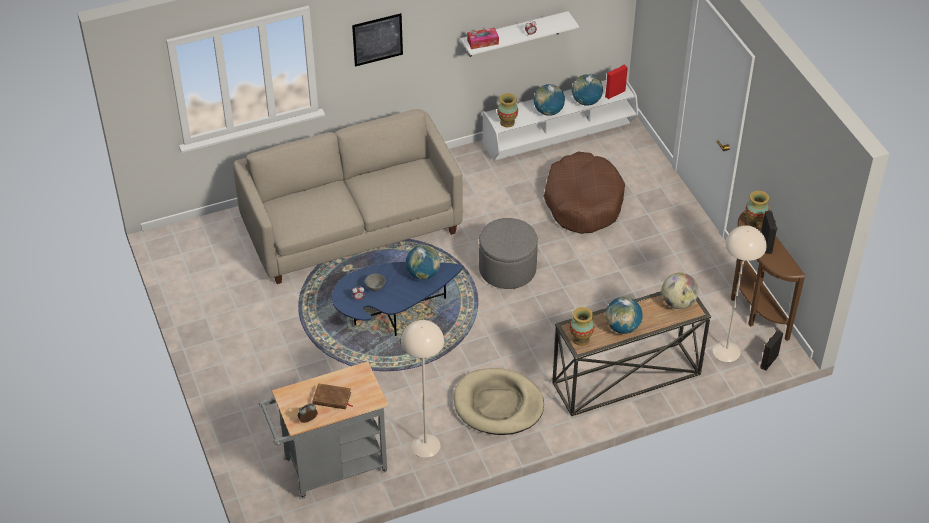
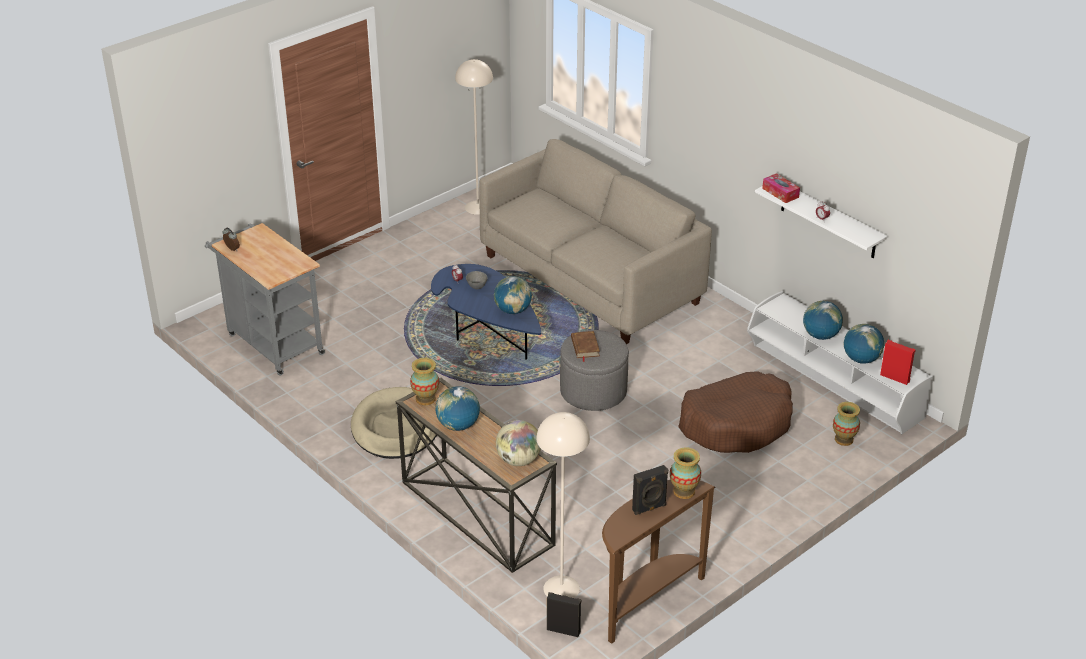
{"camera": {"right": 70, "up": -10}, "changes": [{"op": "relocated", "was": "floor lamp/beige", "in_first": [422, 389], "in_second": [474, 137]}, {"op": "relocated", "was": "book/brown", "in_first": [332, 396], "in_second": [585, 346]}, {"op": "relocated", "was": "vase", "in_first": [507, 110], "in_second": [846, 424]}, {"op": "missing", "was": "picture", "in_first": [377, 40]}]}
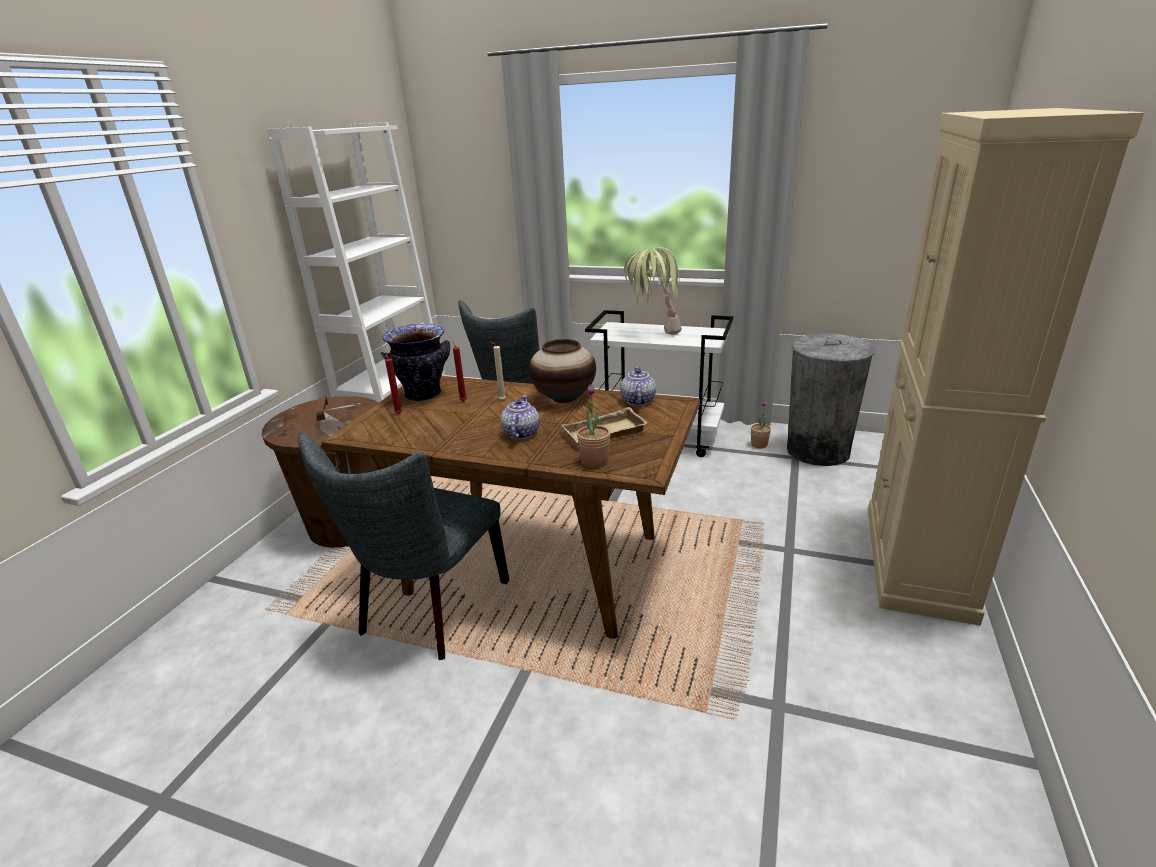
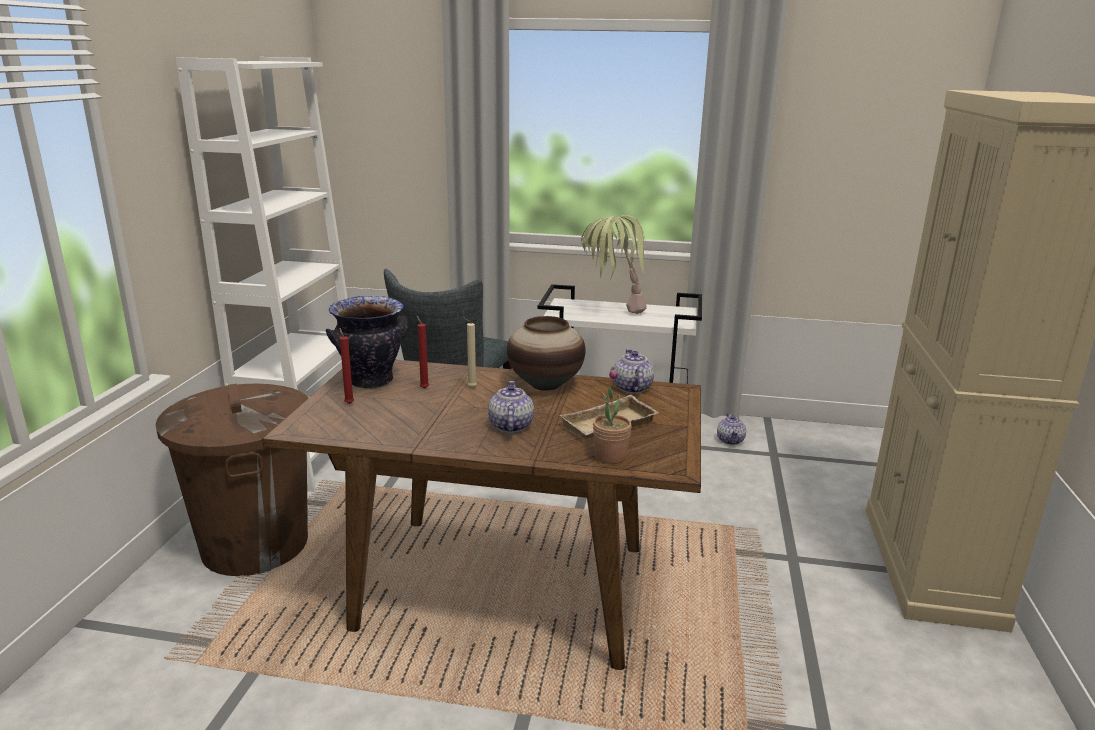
{"camera": {"right": -10, "up": -5}, "changes": [{"op": "exchanged", "was": "potted plant", "now": "teapot", "in_first": [761, 425], "in_second": [731, 429]}, {"op": "missing", "was": "chair/grey", "in_first": [403, 546]}, {"op": "missing", "was": "trash can/grey", "in_first": [831, 399]}]}
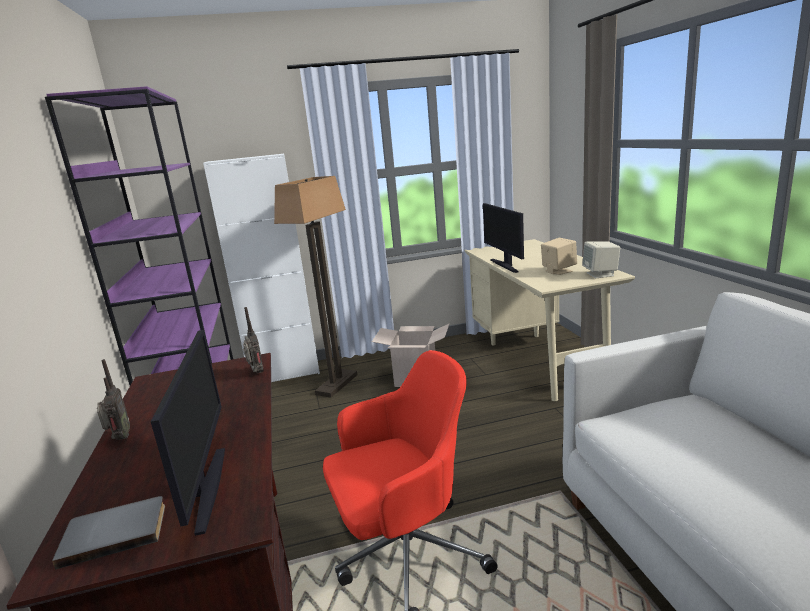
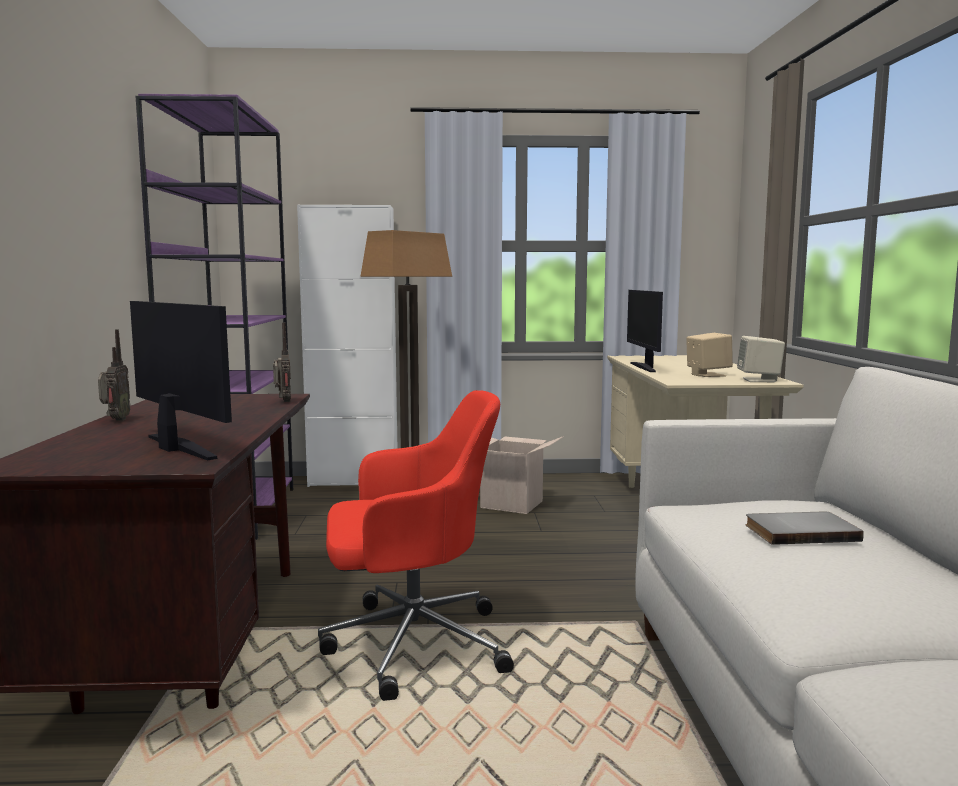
{"camera": {"right": 10, "up": -10}, "changes": [{"op": "spun", "was": "monitor", "in_first": [188, 433], "in_second": [181, 380], "clockwise": -45}, {"op": "relocated", "was": "book/grey", "in_first": [108, 532], "in_second": [804, 528]}]}
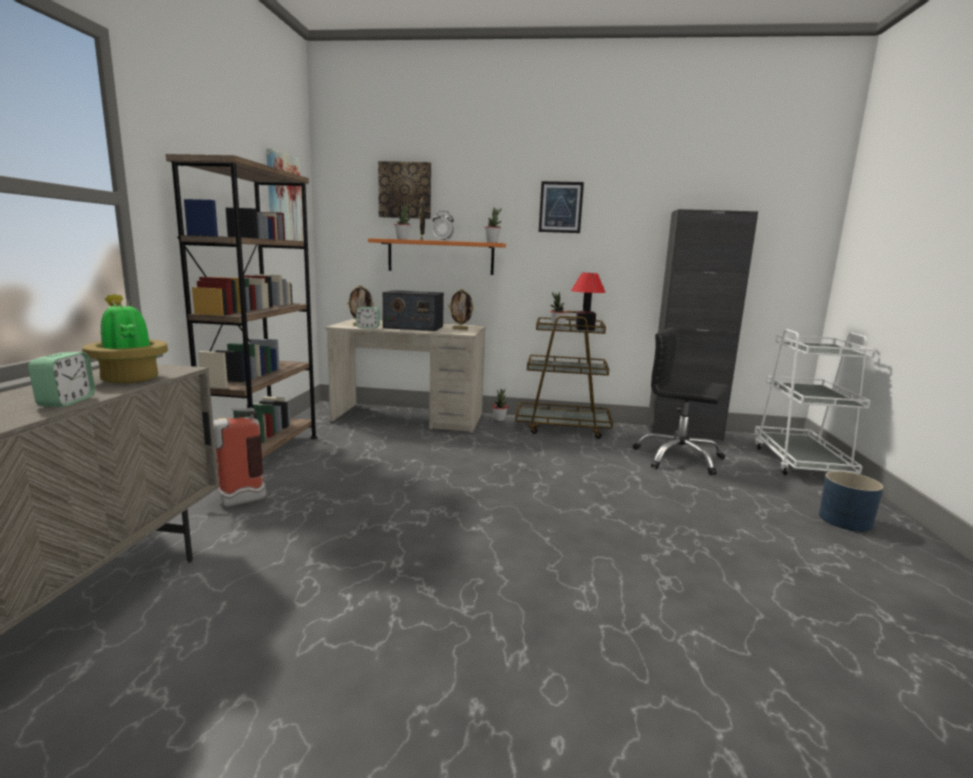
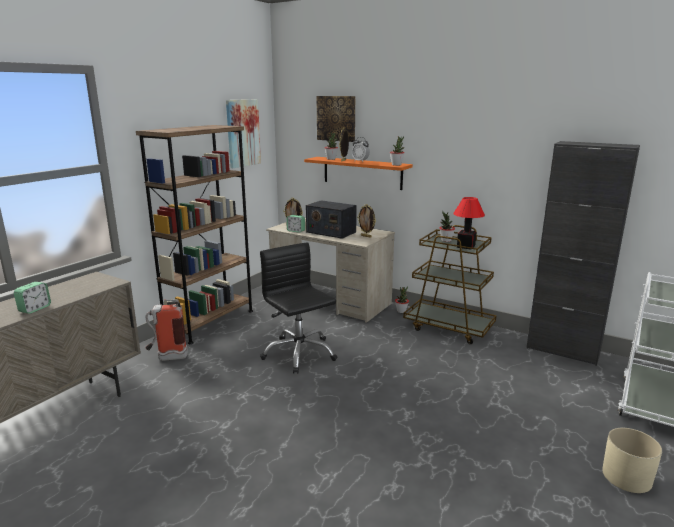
{"camera": {"right": 25, "up": 5}, "changes": [{"op": "relocated", "was": "office chair/black", "in_first": [680, 401], "in_second": [298, 308]}, {"op": "colour", "was": "planter/blue", "now": "planter/beige", "in_first": [851, 501], "in_second": [632, 460]}, {"op": "missing", "was": "potted plant", "in_first": [125, 338]}, {"op": "missing", "was": "picture", "in_first": [561, 207]}]}
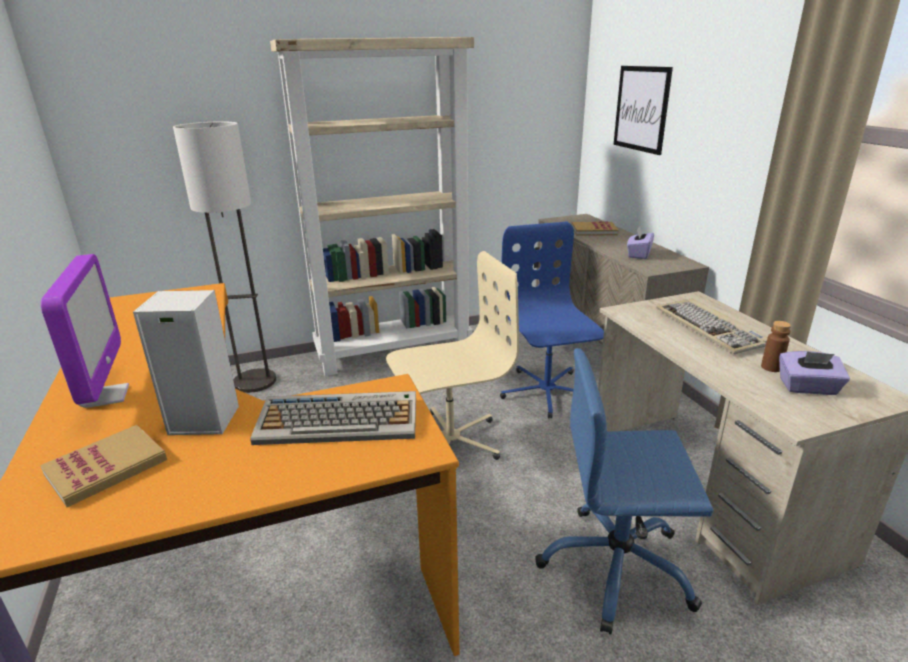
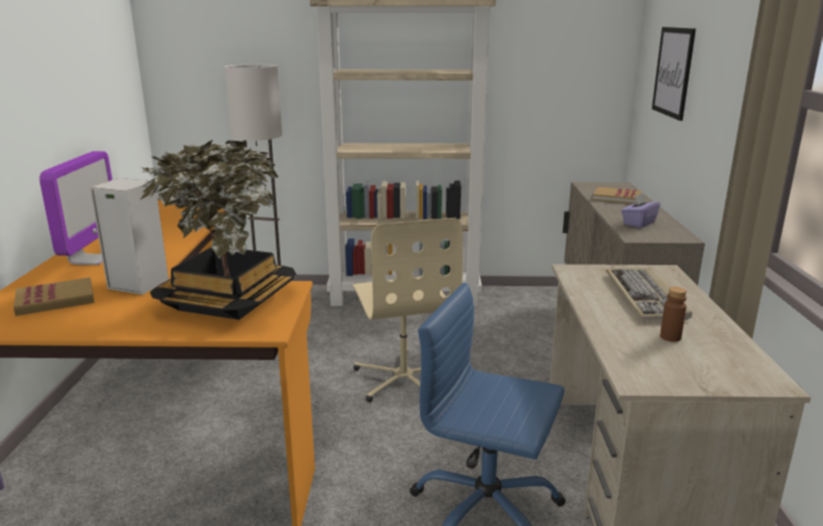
{"camera": {"right": 20, "up": -5}, "changes": [{"op": "exchanged", "was": "keyboard", "now": "potted plant", "in_first": [333, 418], "in_second": [218, 230]}, {"op": "spun", "was": "office chair/beige", "in_first": [452, 355], "in_second": [408, 310], "clockwise": 75}, {"op": "missing", "was": "office chair/blue", "in_first": [552, 319]}, {"op": "missing", "was": "tissue box/purple", "in_first": [814, 373]}]}
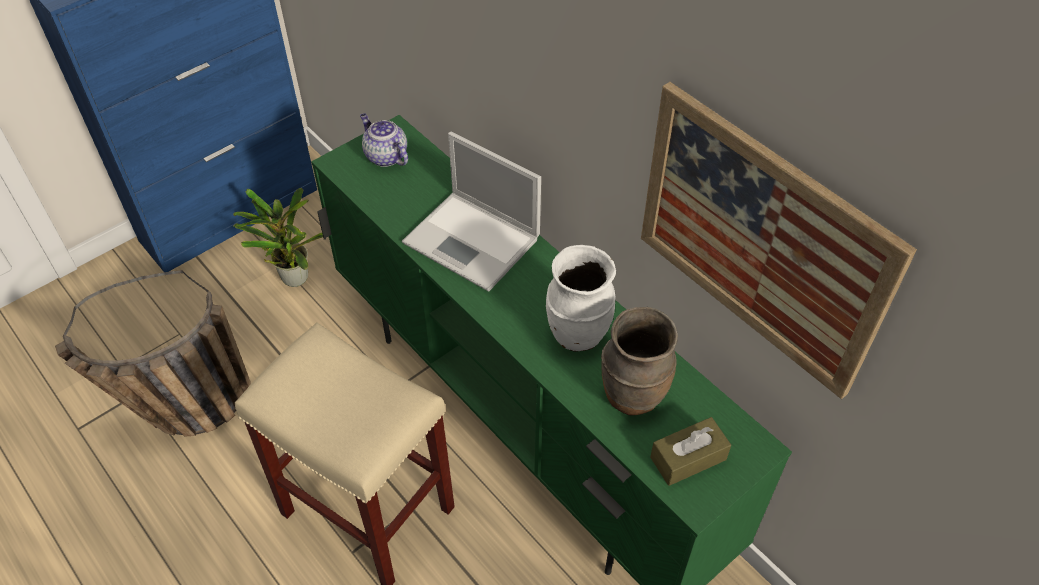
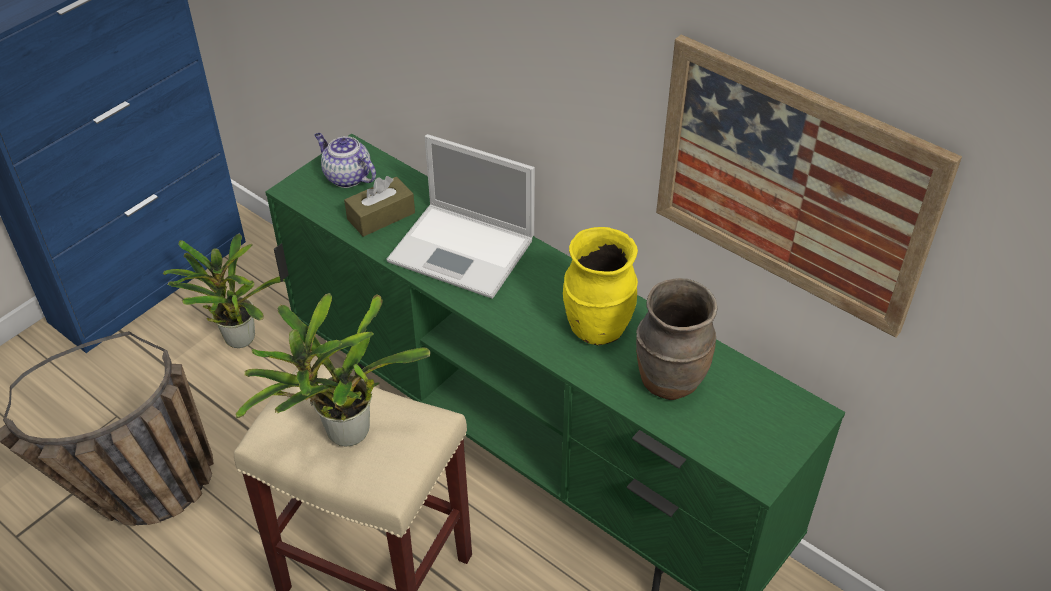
{"camera": {"right": -10, "up": -5}, "changes": [{"op": "appeared", "now": "potted plant", "in_second": [333, 370]}, {"op": "relocated", "was": "tissue box/brown", "in_first": [690, 451], "in_second": [379, 206]}, {"op": "colour", "was": "vase/white", "now": "vase/yellow", "in_first": [581, 298], "in_second": [600, 286]}]}
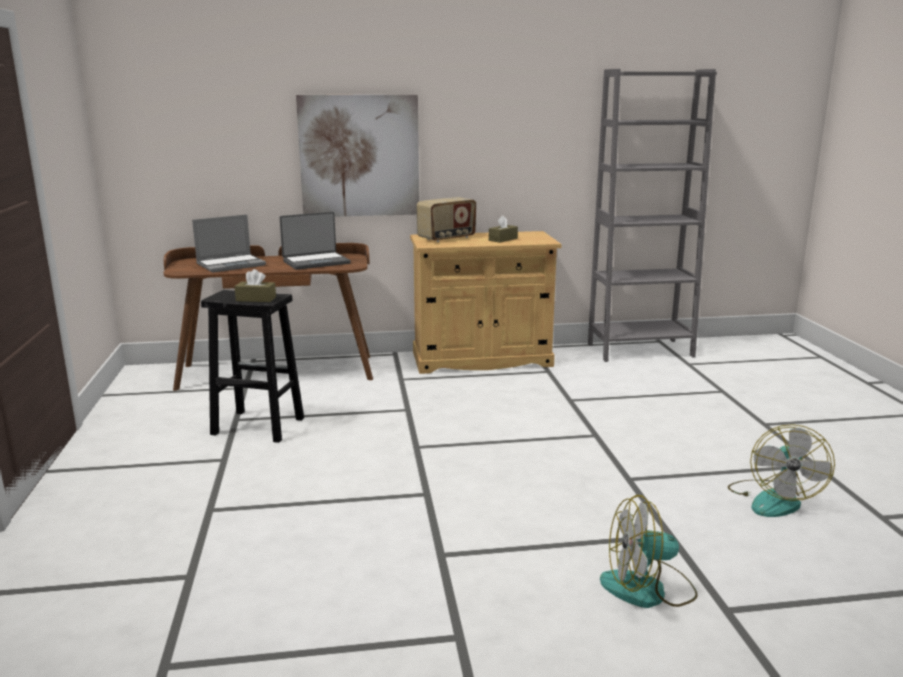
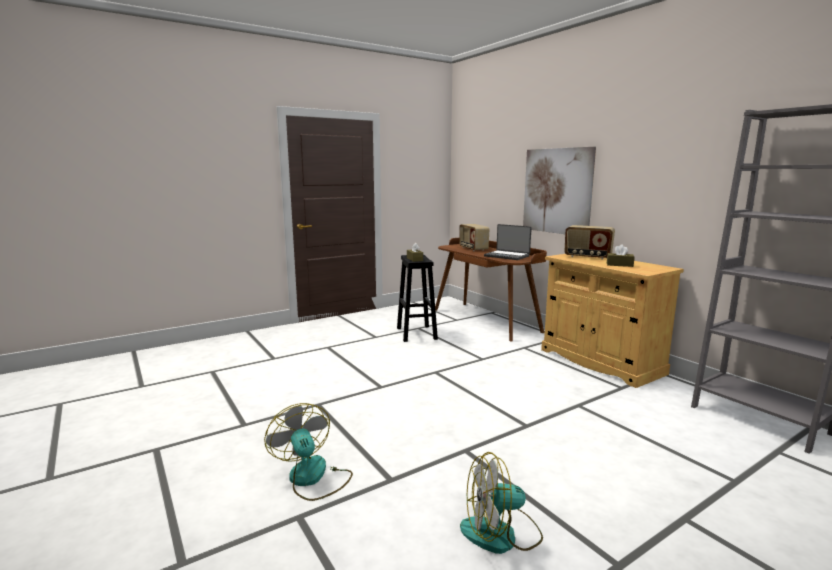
{"camera": {"right": 65, "up": -5}, "changes": [{"op": "exchanged", "was": "laptop", "now": "radio", "in_first": [229, 244], "in_second": [474, 237]}]}
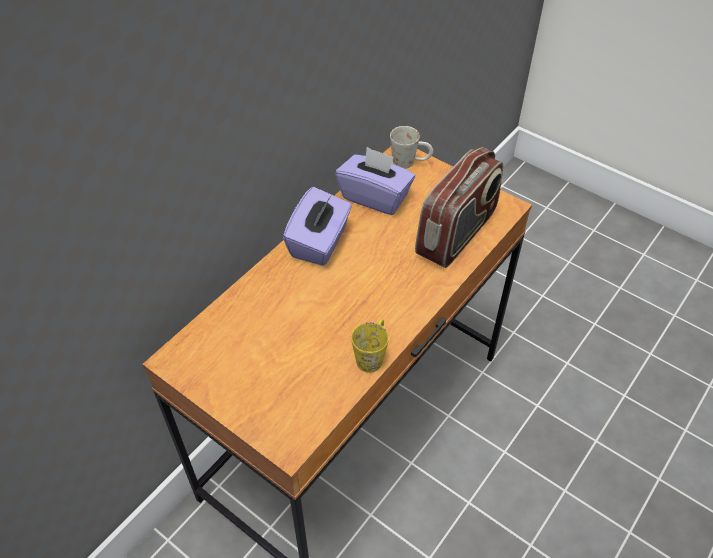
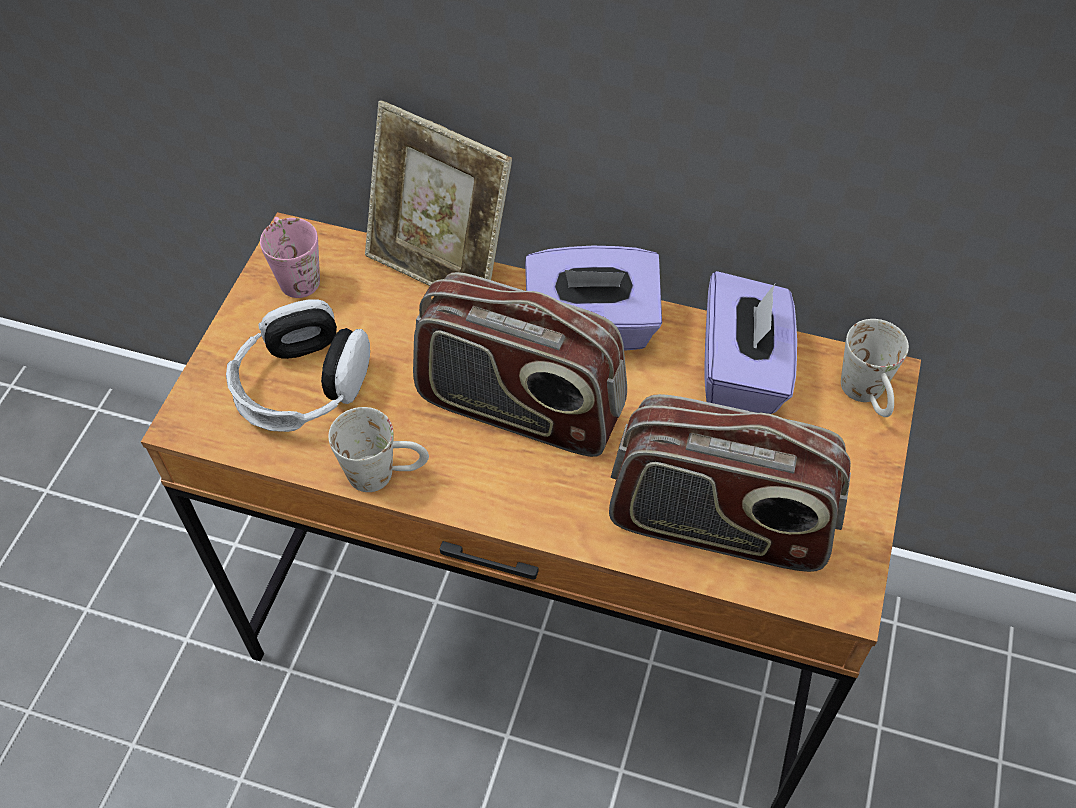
{"camera": {"right": 70, "up": 5}, "changes": [{"op": "appeared", "now": "headphones", "in_second": [298, 365]}, {"op": "appeared", "now": "mug/pink", "in_second": [290, 257]}, {"op": "colour", "was": "mug/yellow", "now": "mug/white", "in_first": [370, 346], "in_second": [378, 449]}, {"op": "appeared", "now": "picture frame", "in_second": [438, 193]}, {"op": "appeared", "now": "radio", "in_second": [520, 364]}]}
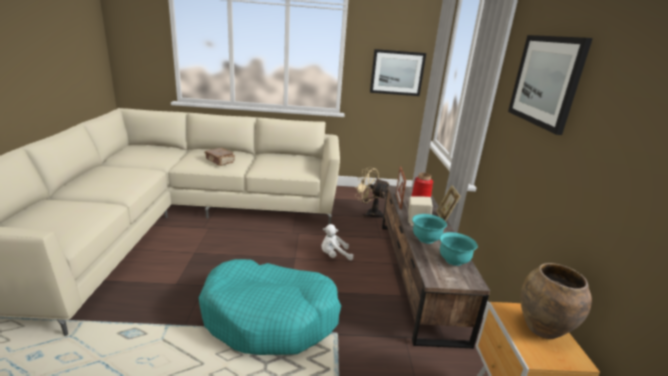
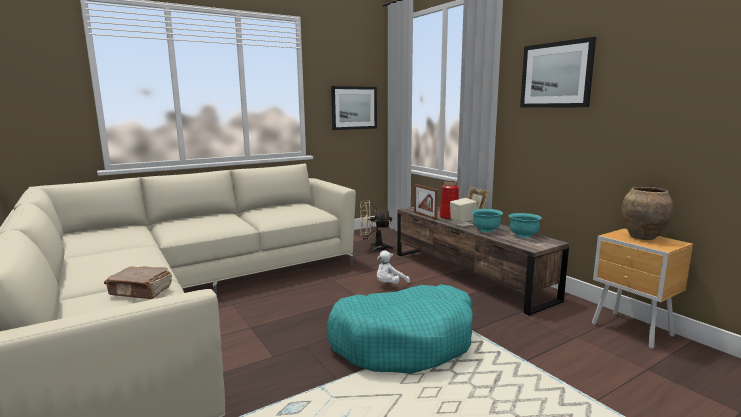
{"camera": {"right": -30, "up": -10}, "changes": [{"op": "relocated", "was": "book/brown", "in_first": [219, 157], "in_second": [138, 282]}]}
